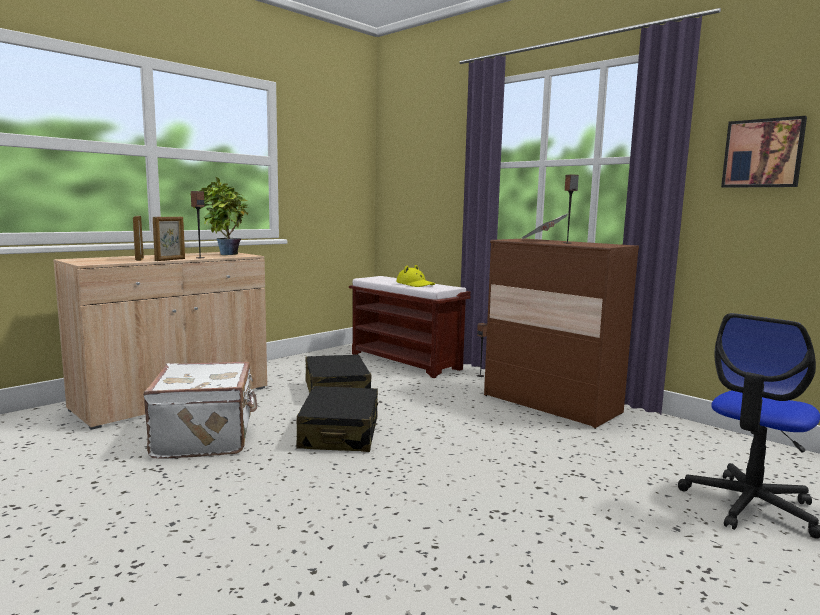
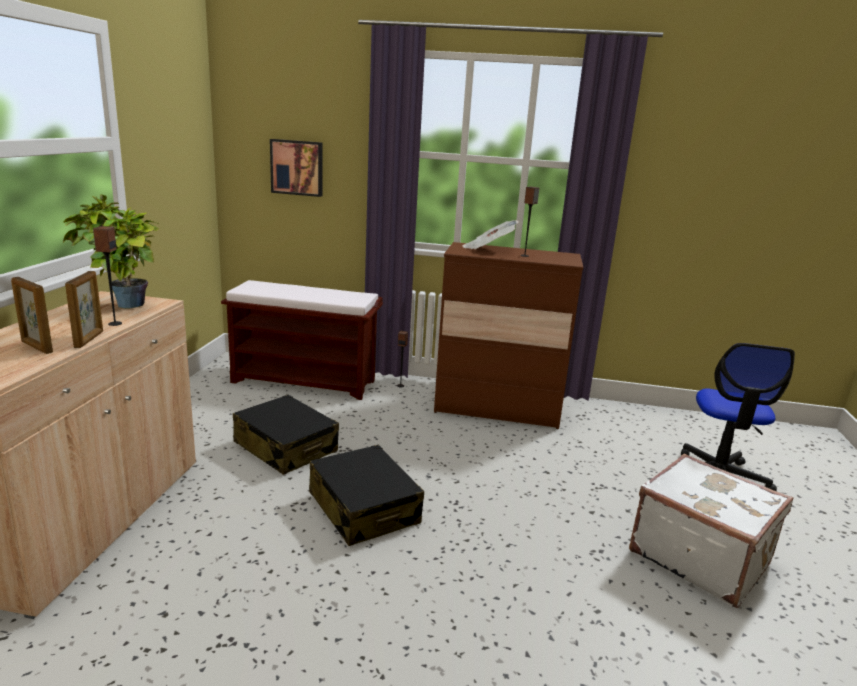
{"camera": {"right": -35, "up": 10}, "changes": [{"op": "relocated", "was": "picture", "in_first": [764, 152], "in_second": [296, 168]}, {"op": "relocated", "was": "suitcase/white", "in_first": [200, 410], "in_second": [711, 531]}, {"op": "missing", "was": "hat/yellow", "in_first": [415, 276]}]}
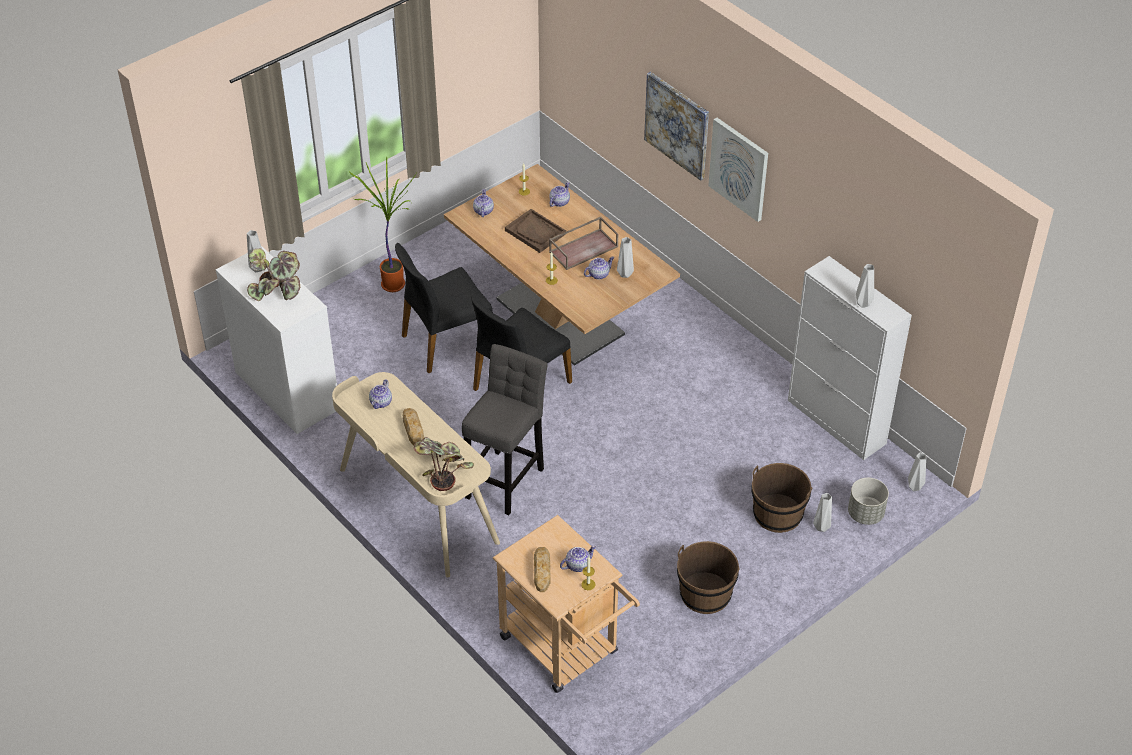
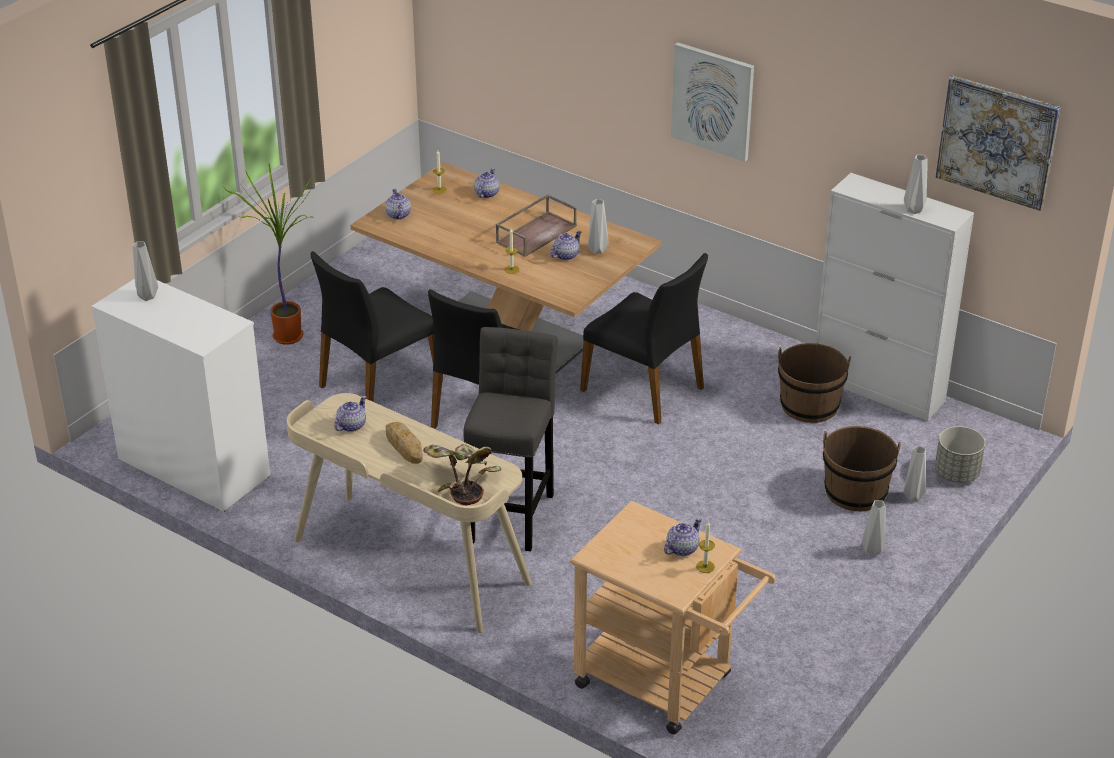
{"camera": {"right": -15, "up": -10}, "changes": [{"op": "spun", "was": "teapot", "in_first": [380, 394], "in_second": [350, 414], "clockwise": -150}, {"op": "appeared", "now": "chair/black", "in_second": [644, 339]}, {"op": "relocated", "was": "bucket/brown", "in_first": [708, 577], "in_second": [814, 383]}, {"op": "relocated", "was": "vase/grey", "in_first": [917, 472], "in_second": [874, 528]}, {"op": "relocated", "was": "picture", "in_first": [676, 126], "in_second": [998, 143]}, {"op": "missing", "was": "potted plant", "in_first": [273, 274]}, {"op": "missing", "was": "tray/brown", "in_first": [535, 231]}, {"op": "missing", "was": "bread", "in_first": [542, 569]}]}
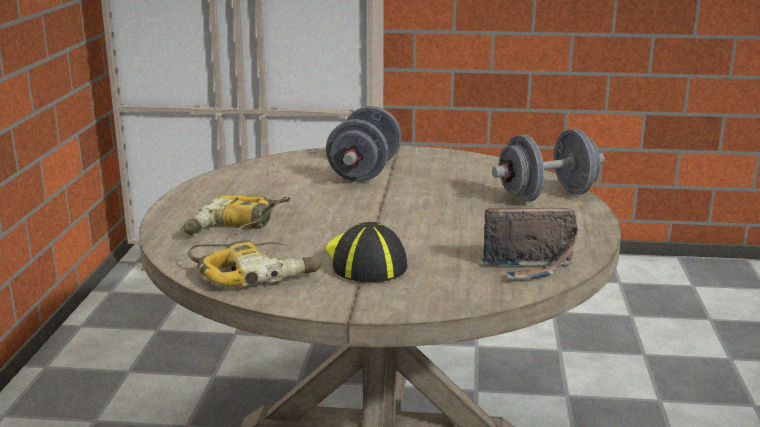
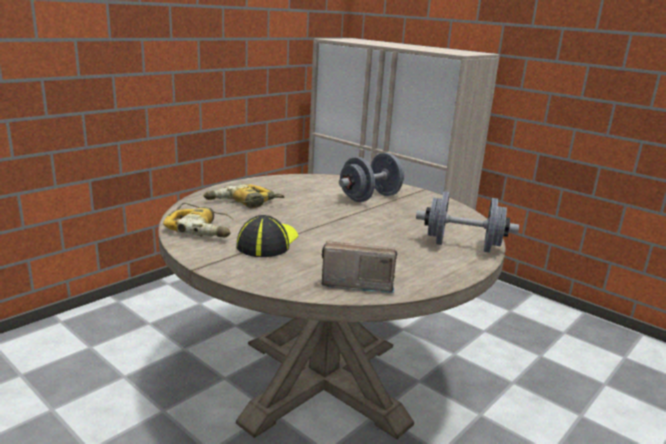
{"camera": {"right": 35, "up": 0}, "changes": [{"op": "spun", "was": "radio", "in_first": [529, 243], "in_second": [359, 267], "clockwise": 150}]}
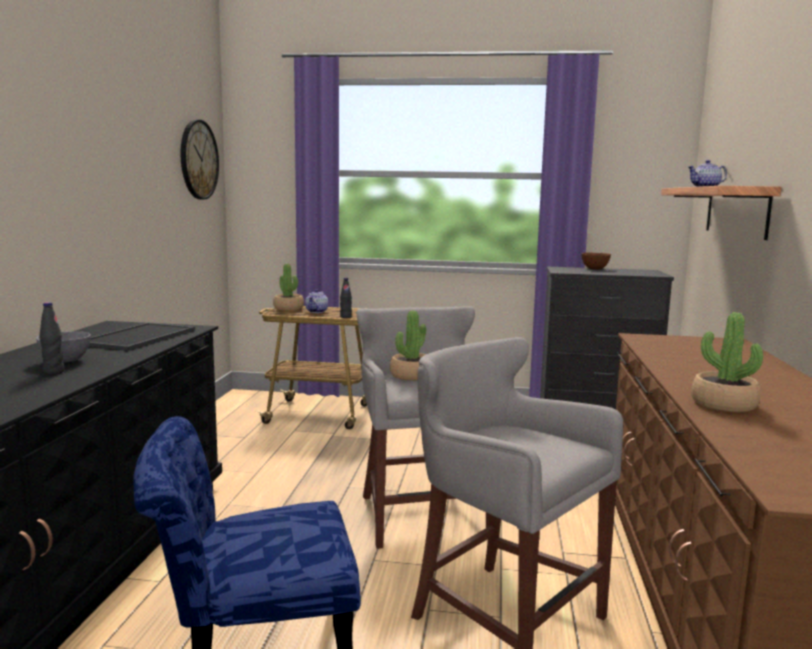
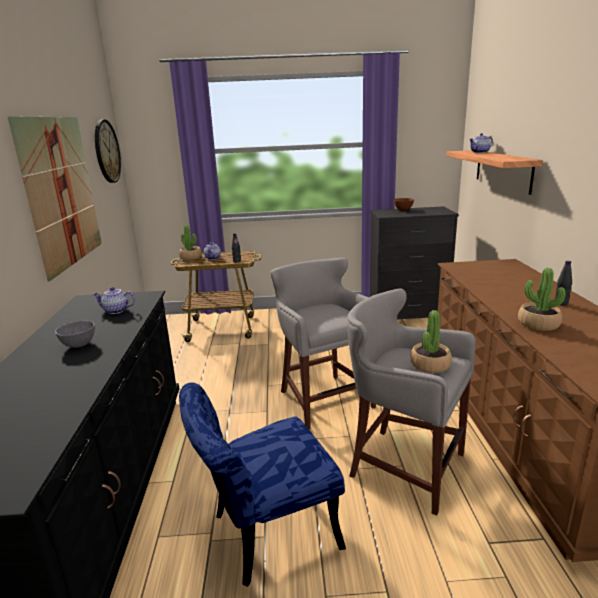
{"camera": {"right": -10, "up": 10}, "changes": [{"op": "appeared", "now": "picture", "in_second": [55, 198]}, {"op": "exchanged", "was": "tray", "now": "teapot", "in_first": [142, 337], "in_second": [114, 300]}, {"op": "relocated", "was": "potted plant", "in_first": [408, 345], "in_second": [431, 341]}, {"op": "relocated", "was": "bottle/black", "in_first": [52, 338], "in_second": [563, 283]}]}
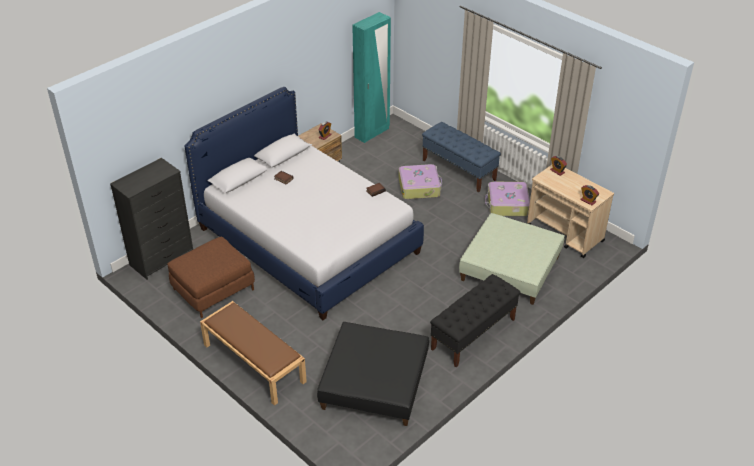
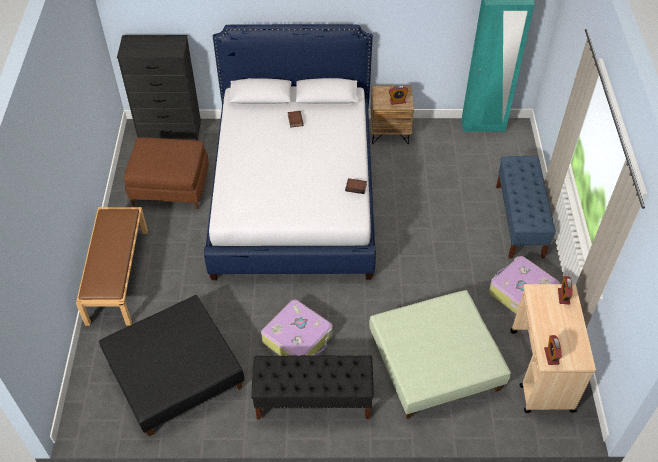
{"camera": {"right": 45, "up": 10}, "changes": [{"op": "relocated", "was": "suitcase", "in_first": [420, 181], "in_second": [297, 327]}]}
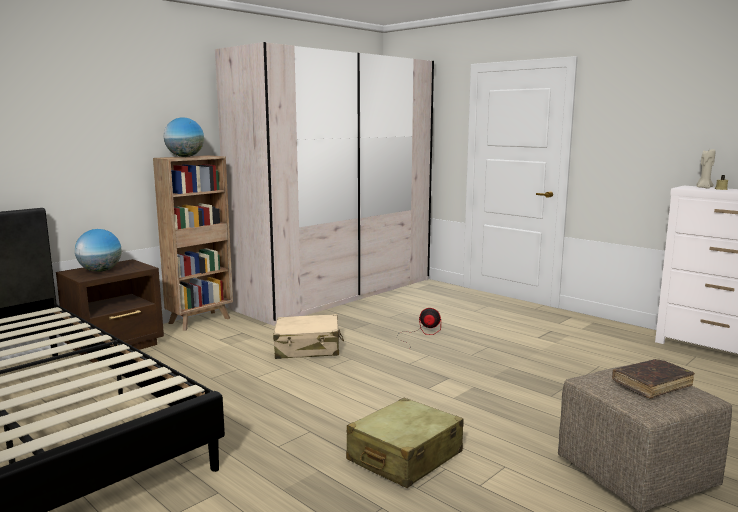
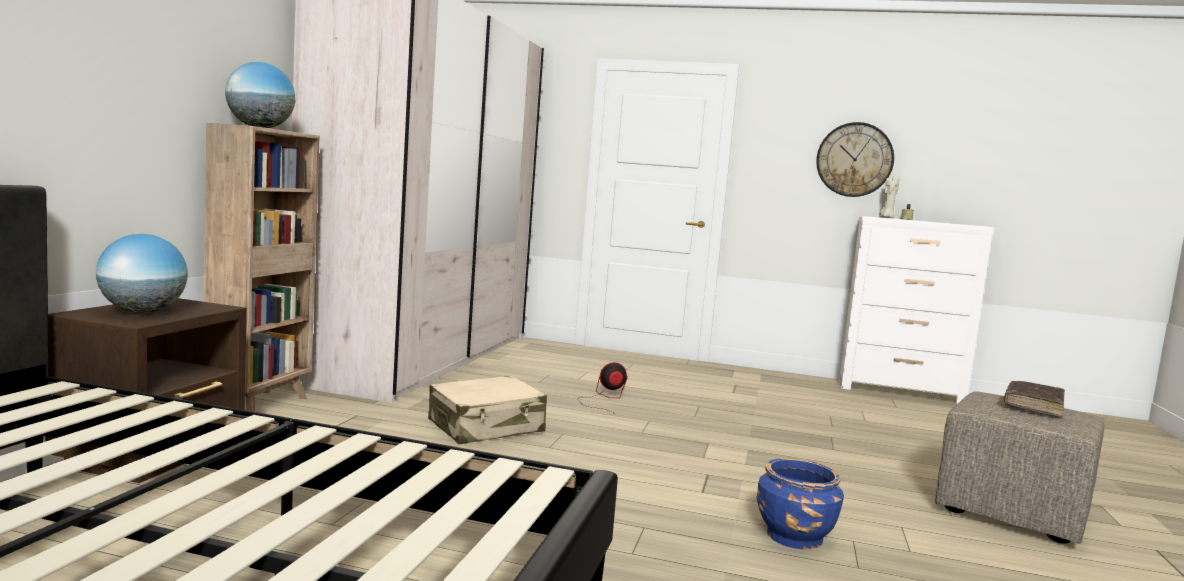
{"camera": {"right": -30, "up": -5}, "changes": [{"op": "exchanged", "was": "suitcase/beige", "now": "planter/blue", "in_first": [404, 443], "in_second": [800, 503]}, {"op": "appeared", "now": "wall clock", "in_second": [855, 159]}]}
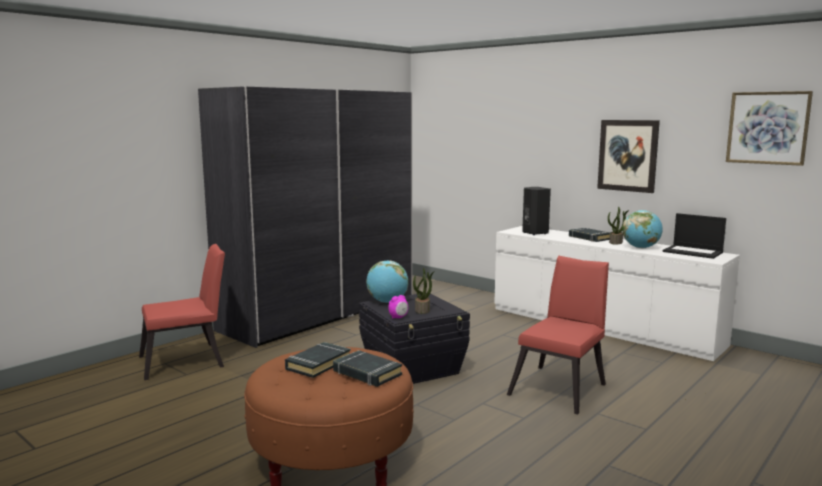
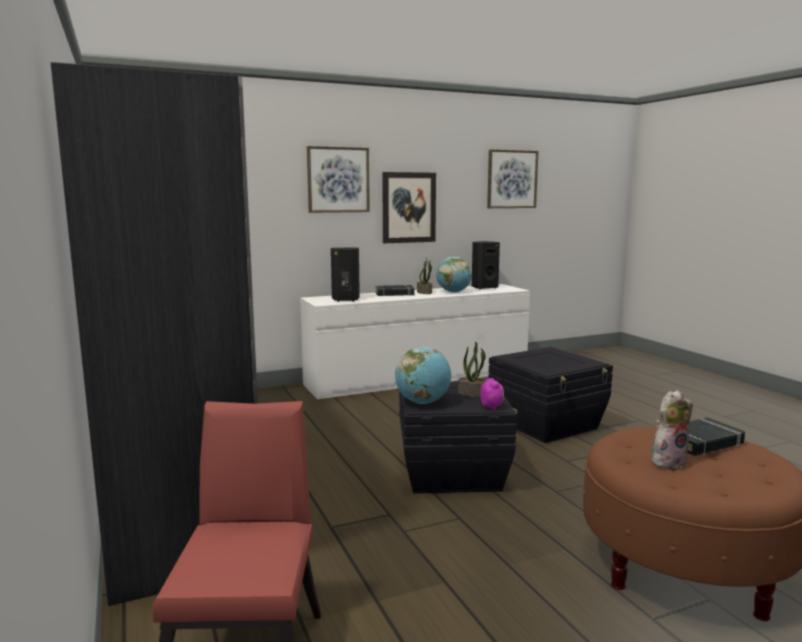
{"camera": {"right": -65, "up": 0}, "changes": [{"op": "appeared", "now": "picture", "in_second": [338, 179]}, {"op": "exchanged", "was": "laptop", "now": "speaker/black", "in_first": [694, 236], "in_second": [486, 265]}, {"op": "exchanged", "was": "chair/red", "now": "storage box/black", "in_first": [558, 335], "in_second": [550, 395]}, {"op": "exchanged", "was": "book/black", "now": "plush toy", "in_first": [318, 360], "in_second": [672, 429]}]}
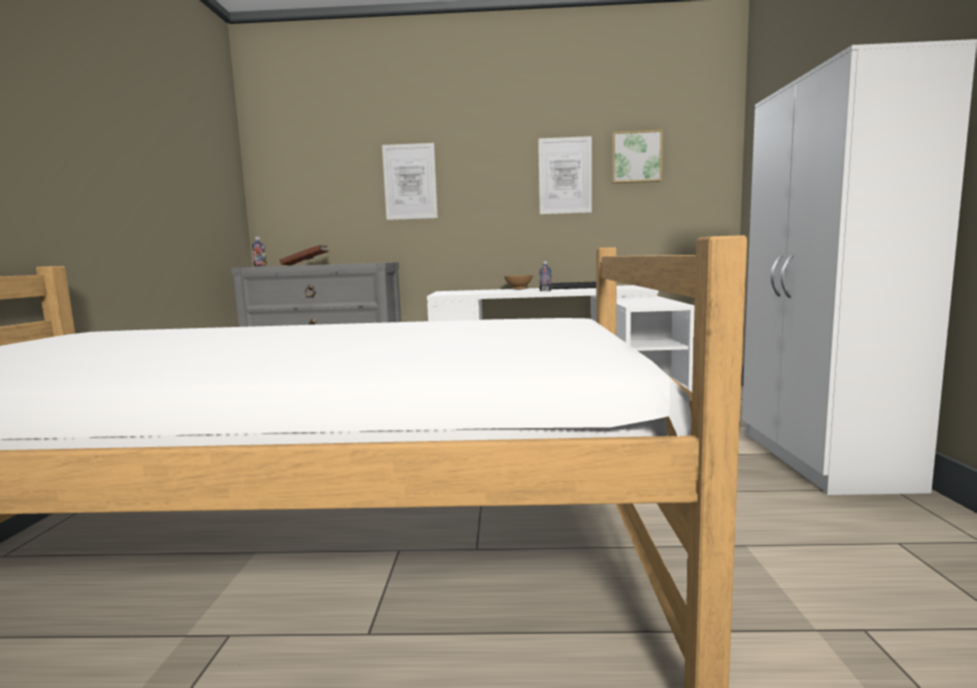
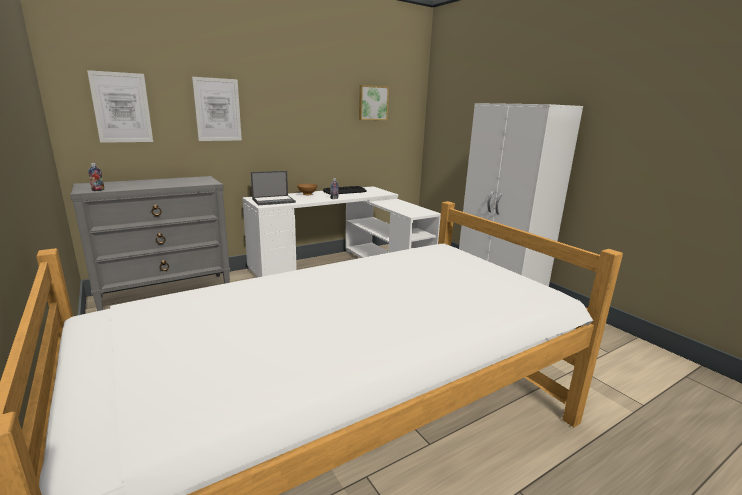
{"camera": {"right": -35, "up": 10}, "changes": [{"op": "relocated", "was": "picture", "in_first": [565, 175], "in_second": [120, 106]}, {"op": "appeared", "now": "laptop", "in_second": [273, 188]}, {"op": "missing", "was": "book/brown", "in_first": [304, 255]}]}
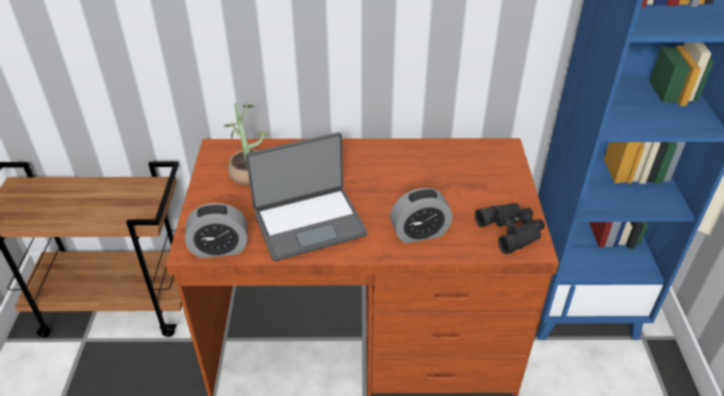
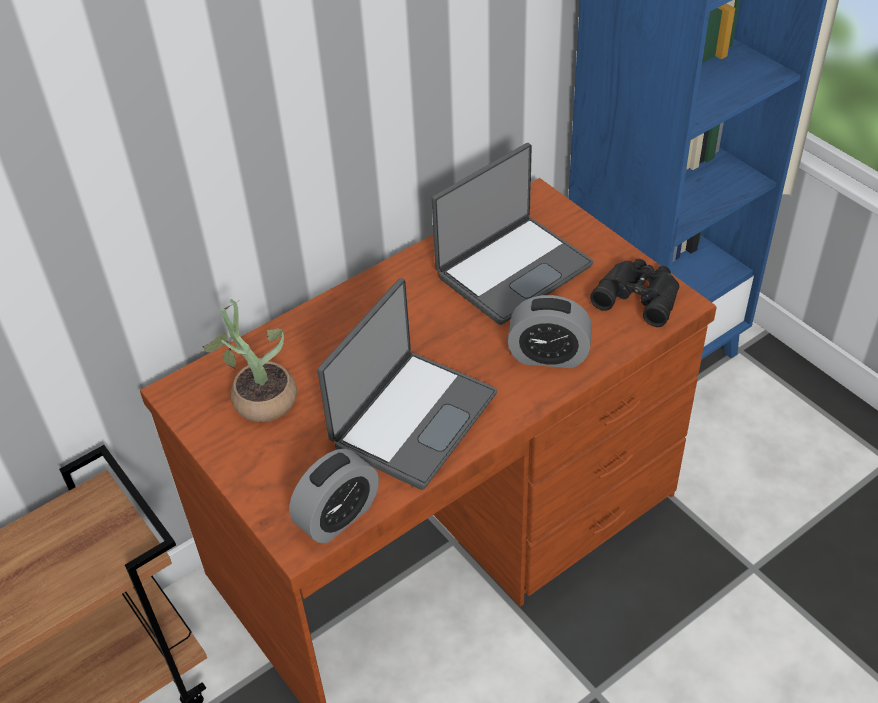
{"camera": {"right": -35, "up": 5}, "changes": [{"op": "appeared", "now": "laptop", "in_second": [512, 234]}, {"op": "spun", "was": "alarm clock", "in_first": [421, 215], "in_second": [550, 331], "clockwise": 60}]}
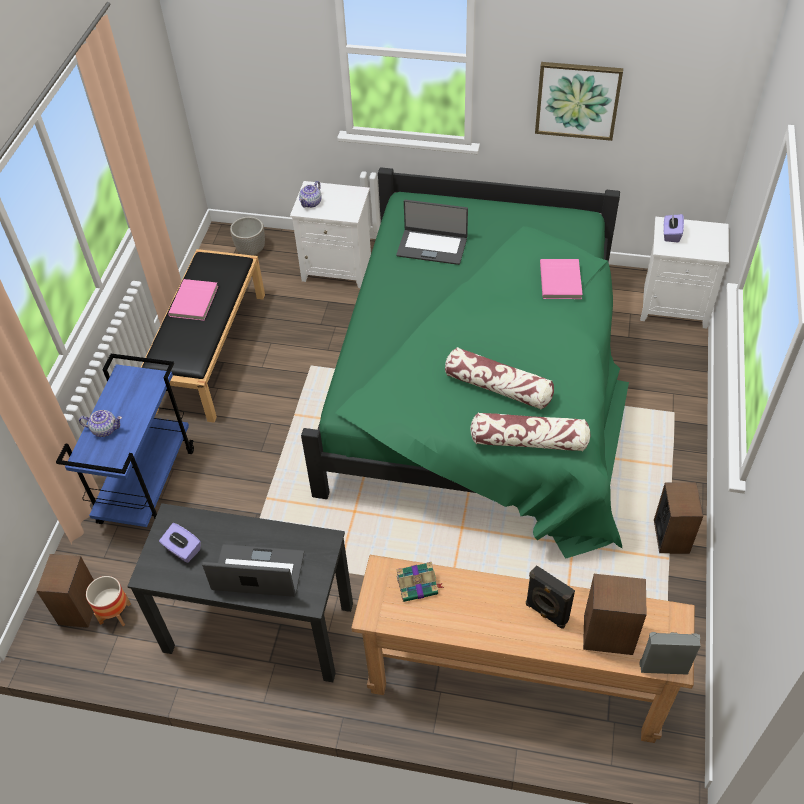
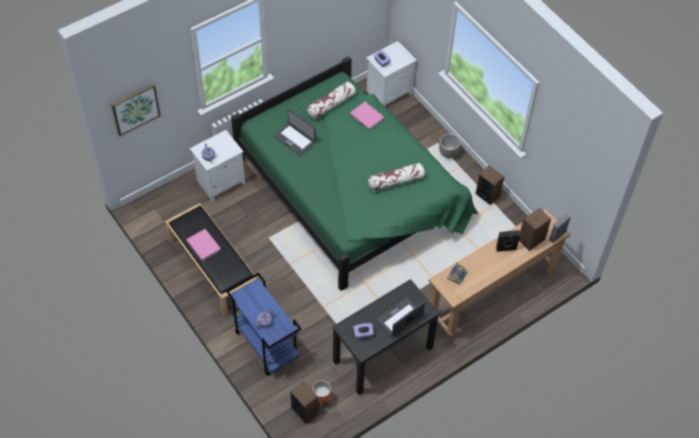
{"camera": {"right": -50, "up": 5}, "changes": [{"op": "relocated", "was": "picture", "in_first": [579, 101], "in_second": [136, 109]}, {"op": "spun", "was": "laptop", "in_first": [432, 232], "in_second": [294, 132], "clockwise": 75}, {"op": "relocated", "was": "pillow", "in_first": [530, 431], "in_second": [331, 100]}, {"op": "relocated", "was": "planter", "in_first": [247, 236], "in_second": [449, 146]}]}
